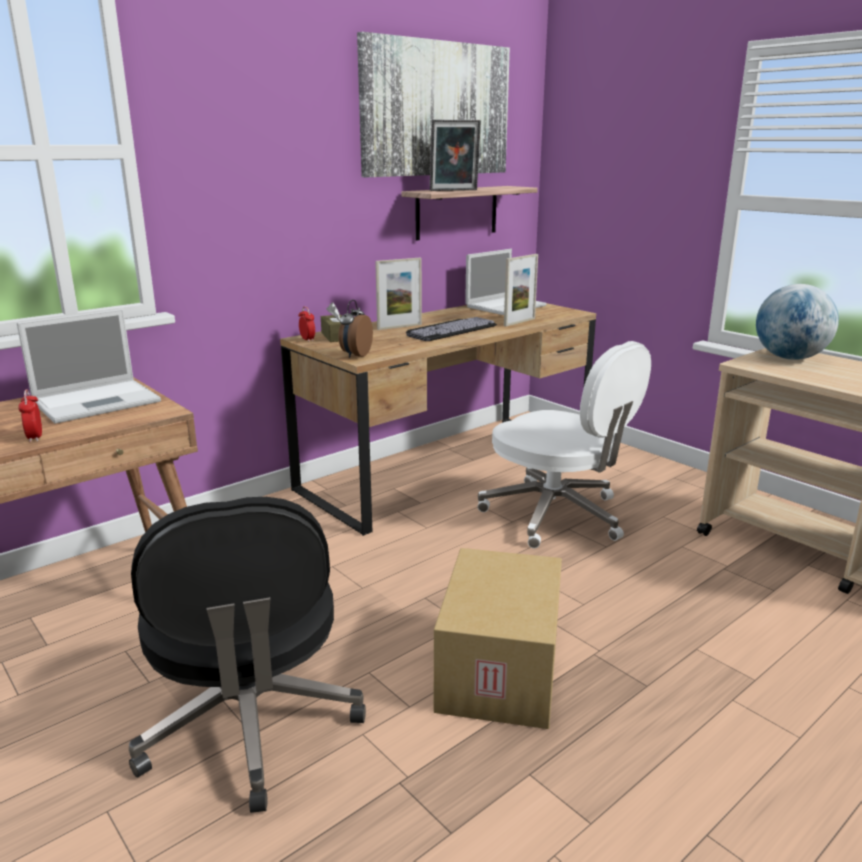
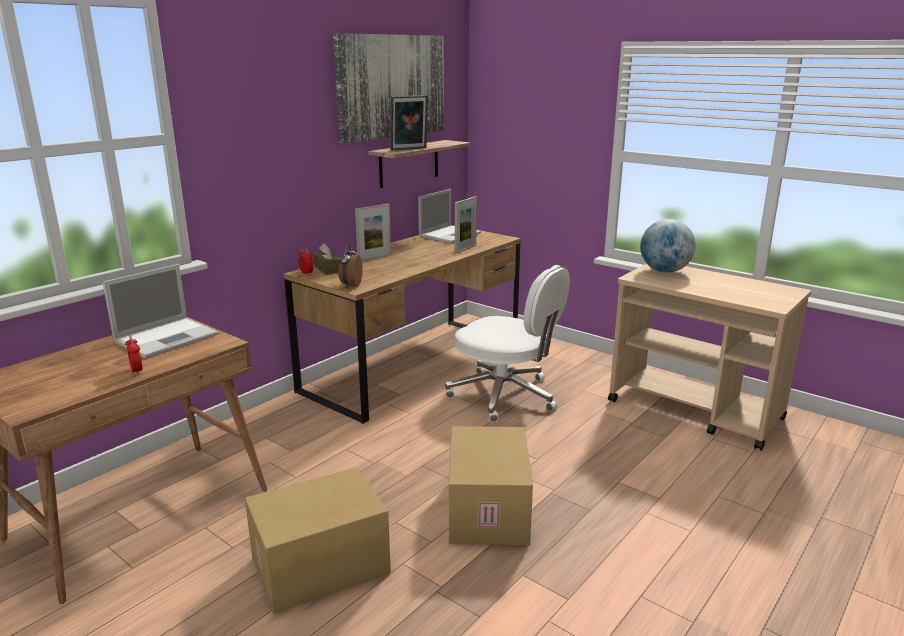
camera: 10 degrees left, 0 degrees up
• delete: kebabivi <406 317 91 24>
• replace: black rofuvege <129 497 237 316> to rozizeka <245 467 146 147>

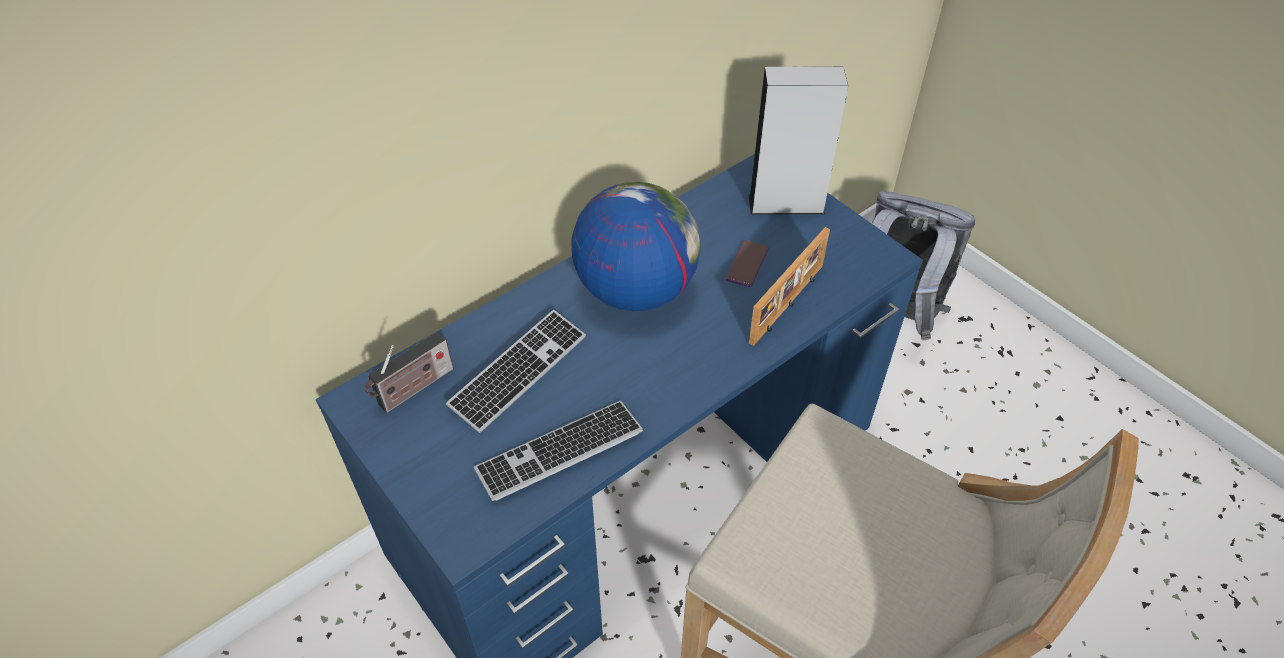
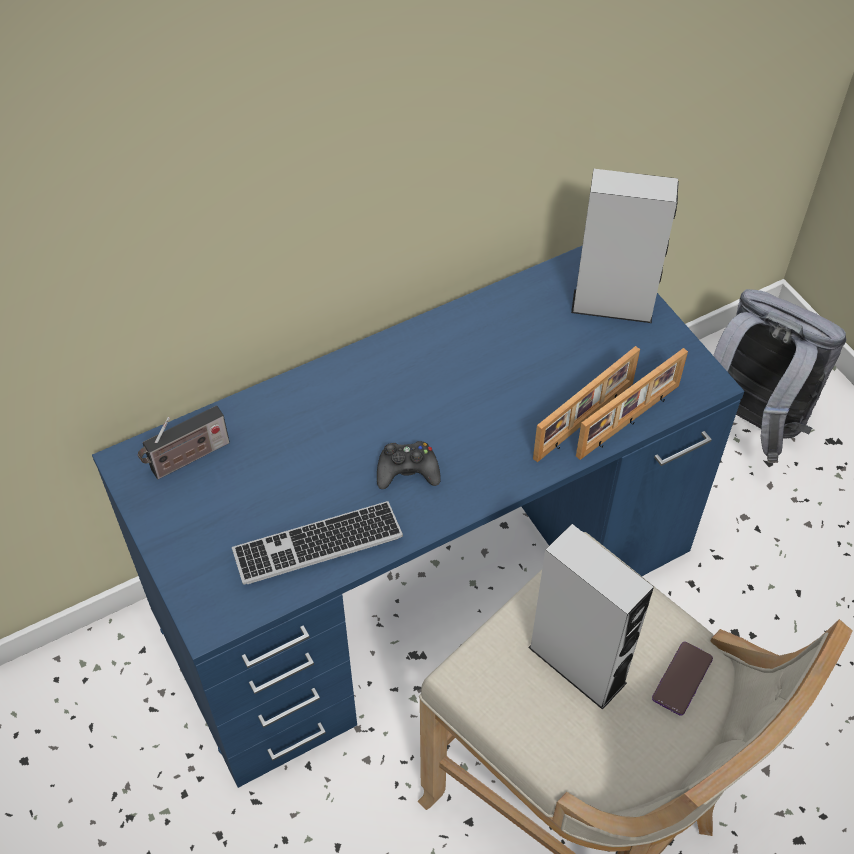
camera: 10 degrees right, 5 degrees up
• delete: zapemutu <572 182 129 129>
• move: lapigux <726 240 43 47> to <652 642 61 74>
• delete: kebabivi <446 310 140 123>
• insert: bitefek <576 348 112 112>
• insert: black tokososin <377 441 64 48>
• insert: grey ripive <528 524 126 186>

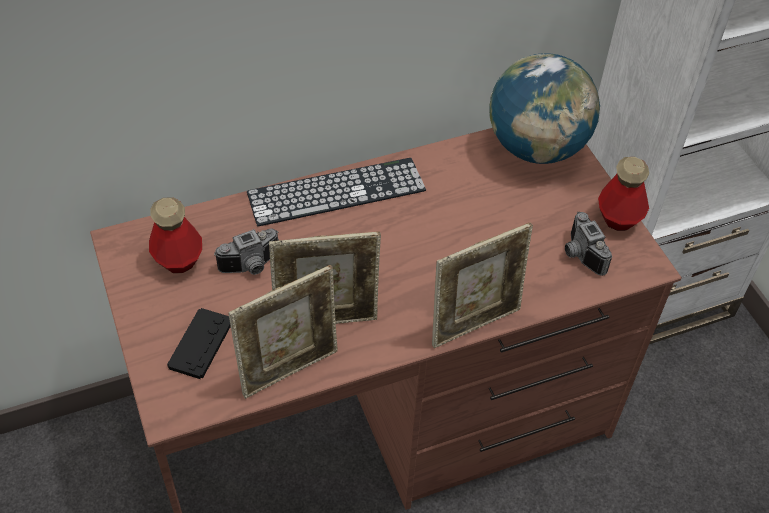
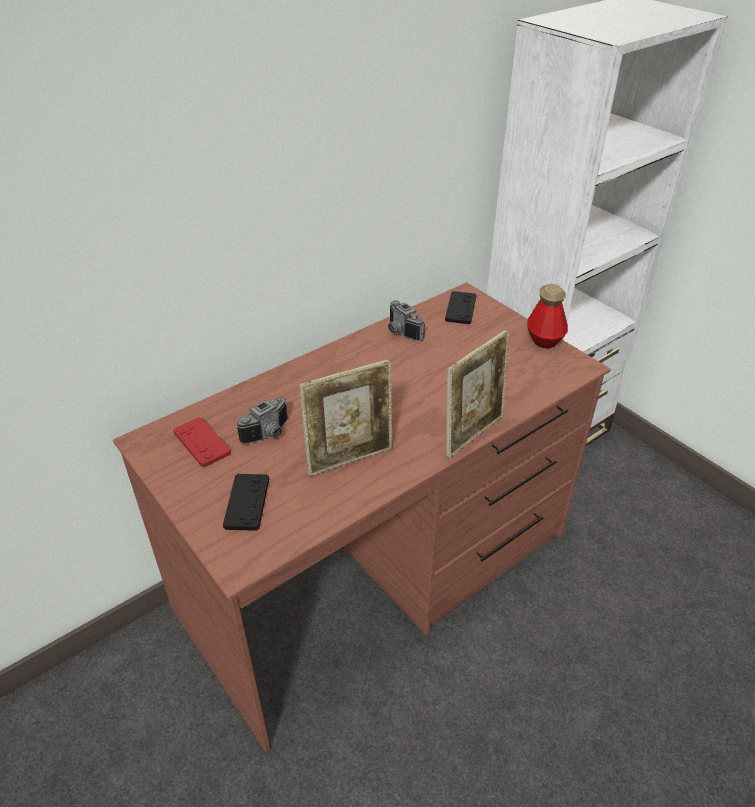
camera: 15 degrees left, 10 degrees down
• replace: zapemutu <489 53 111 111> to black tokososin <445 291 31 33>
• delete: kebabivi <247 158 179 69>
• replace: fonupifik <149 197 53 76> to red tokososin <173 417 58 50>
• move: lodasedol <565 212 47 64> to <388 300 37 41>
• delete: bitefek <228 265 110 134>

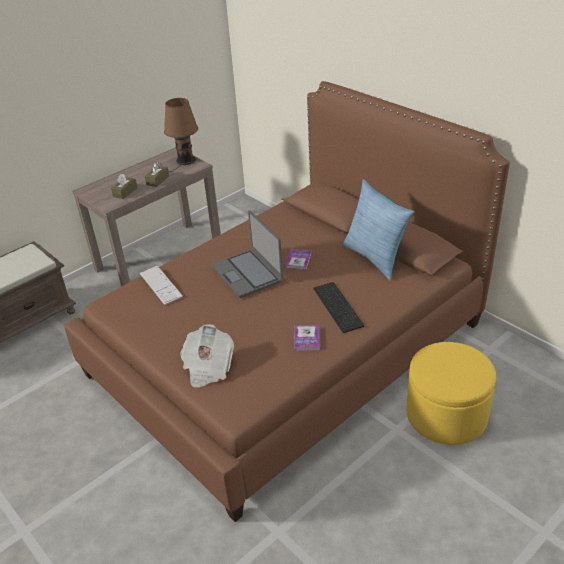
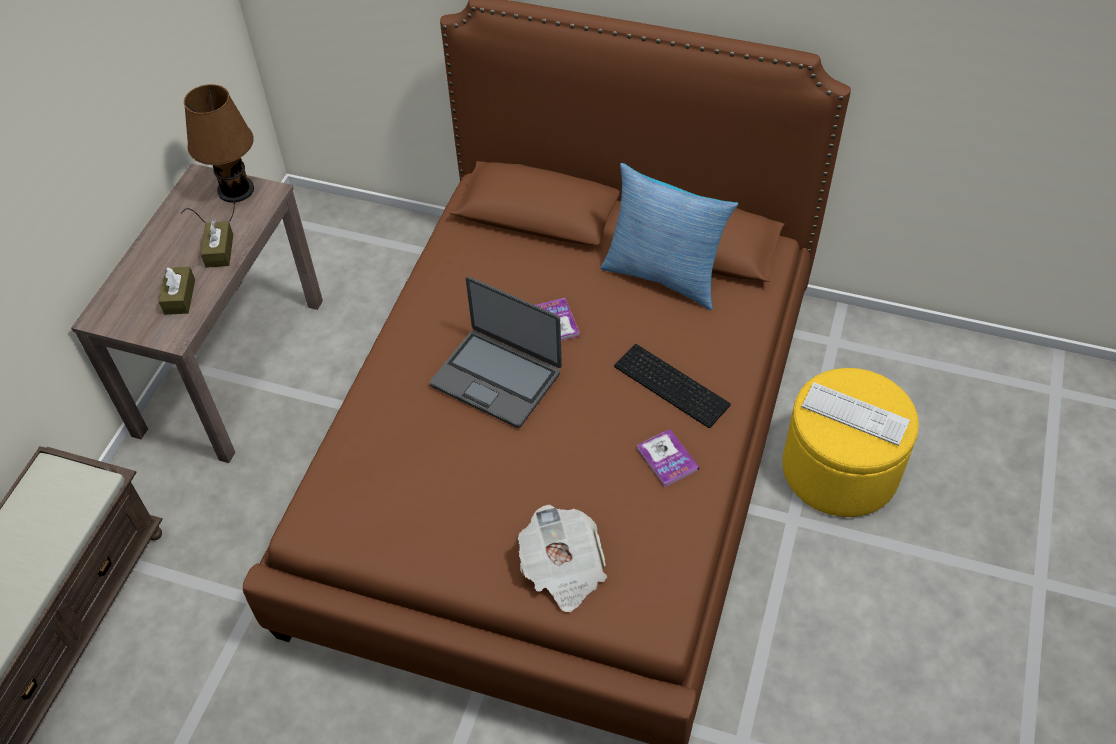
camera: 30 degrees left, 15 degrees up
• move: kebabivi <140 266 43 39> to <801 382 109 64>

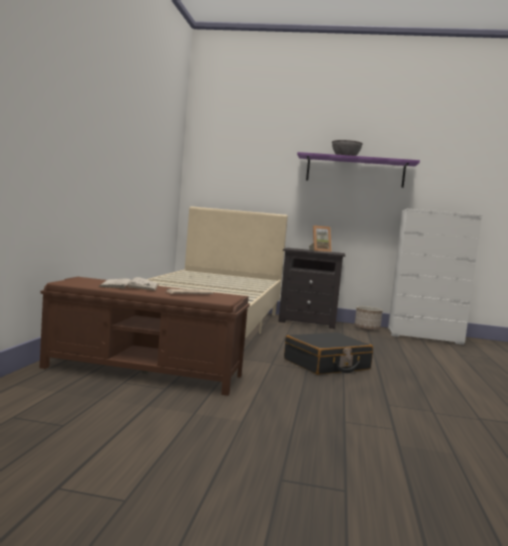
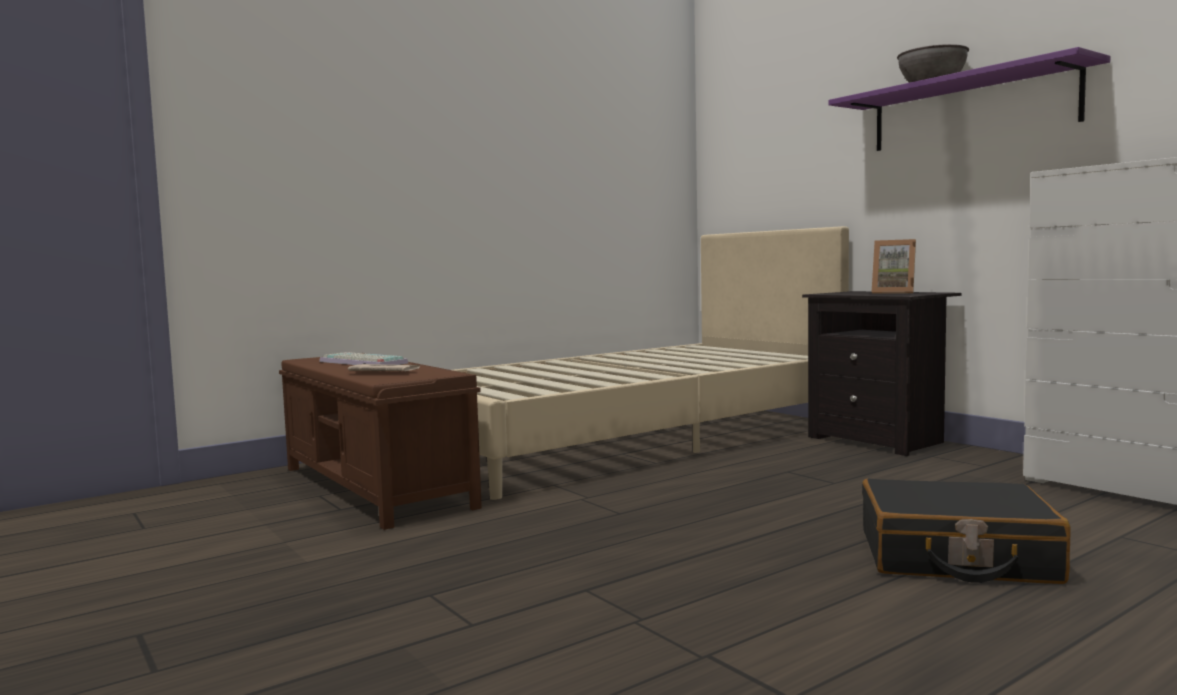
camera: 45 degrees right, 0 degrees up
• replace: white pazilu <98 277 61 14> to kebabivi <319 352 89 13>
• delete: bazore <355 306 28 25>
• move: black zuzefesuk <284 332 89 43> to <862 478 208 106>

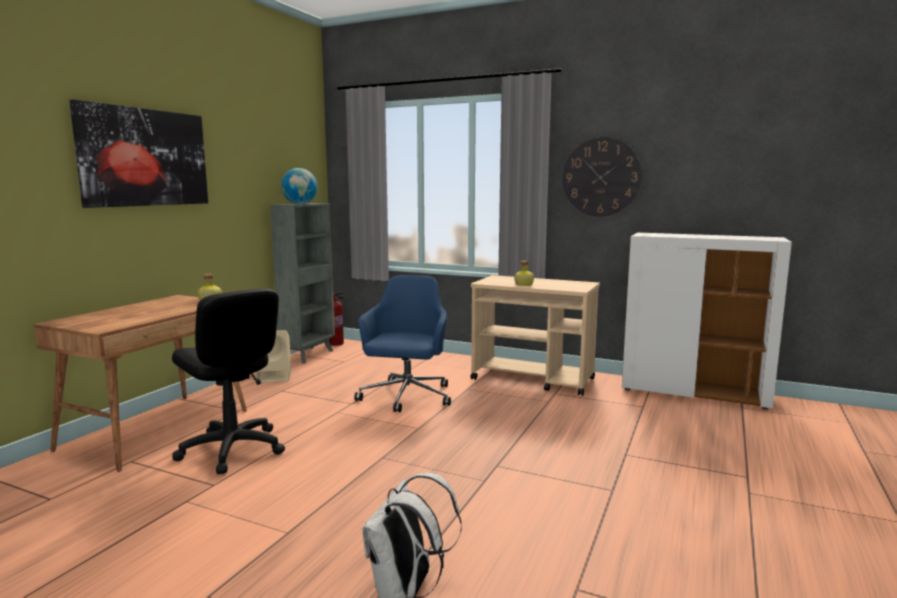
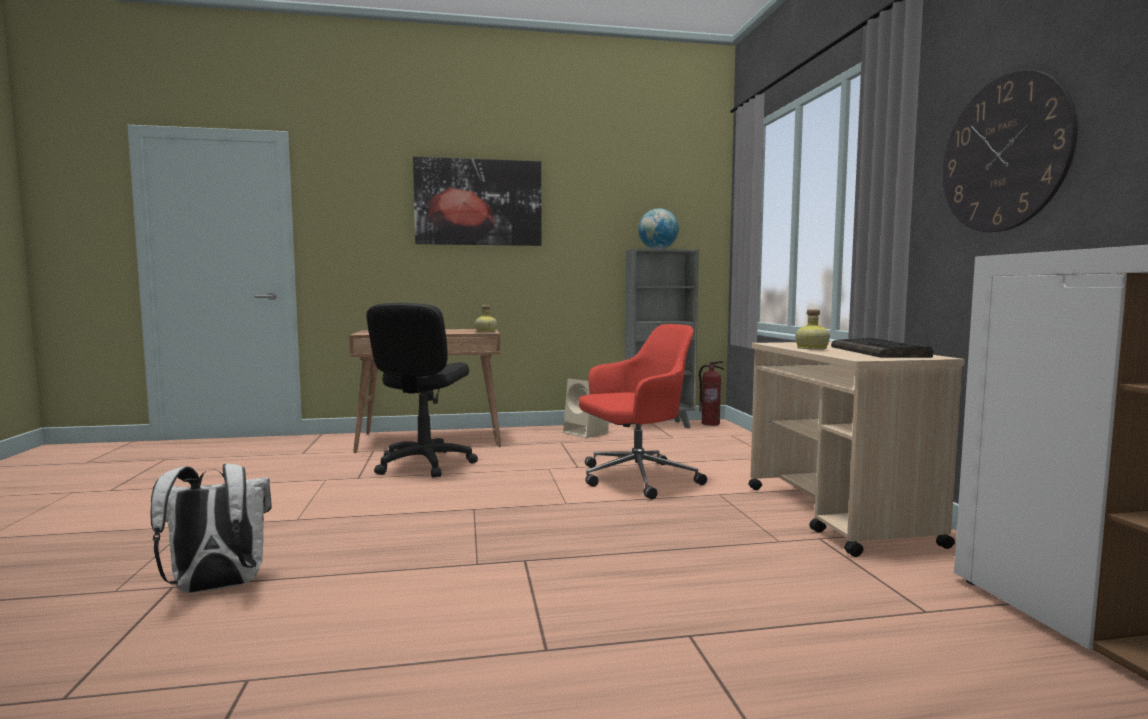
camera: 55 degrees right, 5 degrees down
• recolor: blue rofuvege <354 275 97 137> to red rofuvege <579 324 128 176>
• insert: kebabivi <831 338 102 20>

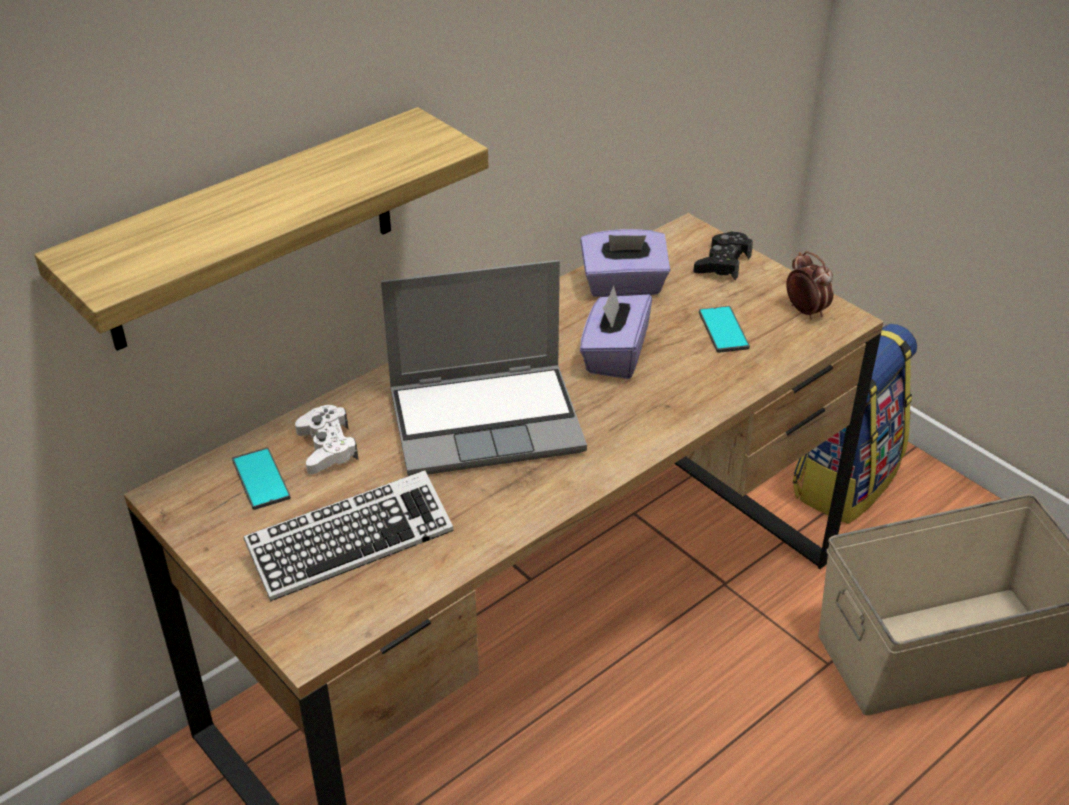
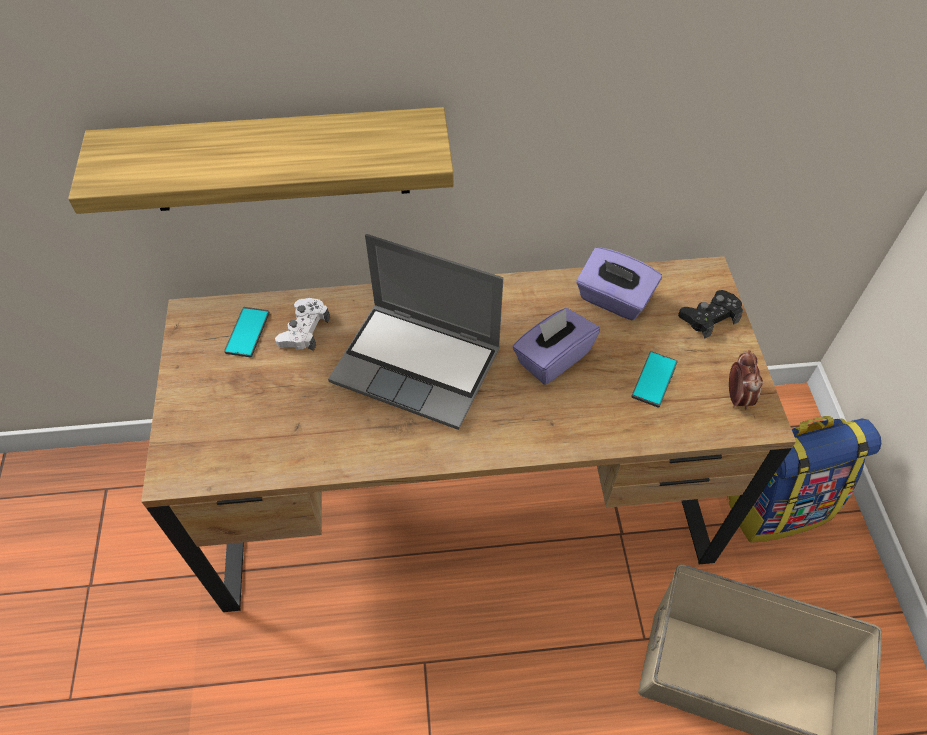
camera: 35 degrees right, 15 degrees up
• delete: kebabivi <244 470 209 132>

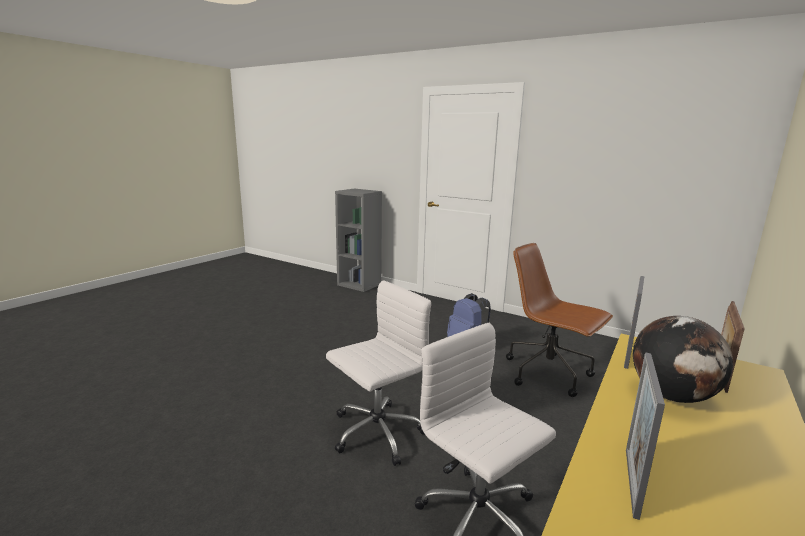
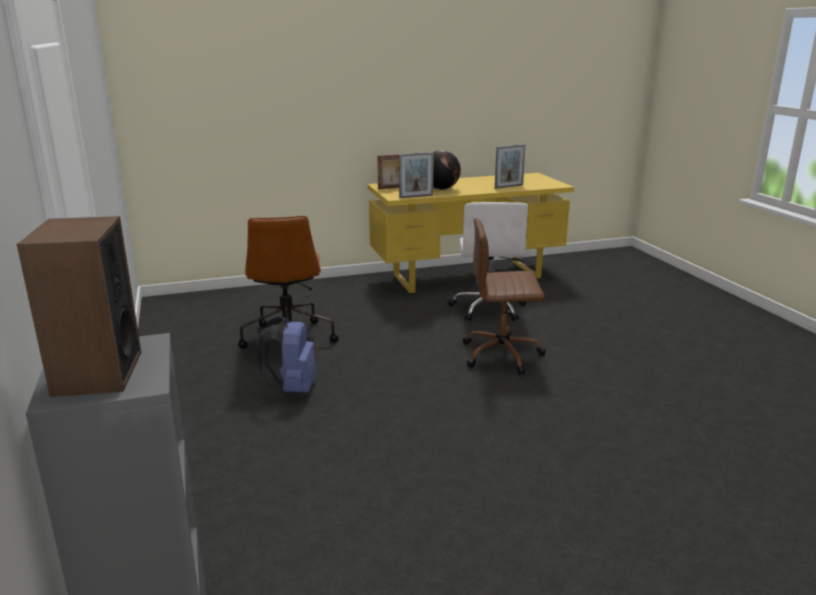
camera: 140 degrees left, 5 degrees up
• recolor: white rofuvege <326 281 105 185> to brown rofuvege <463 218 83 157>
• insert: ripive <17 216 124 181>

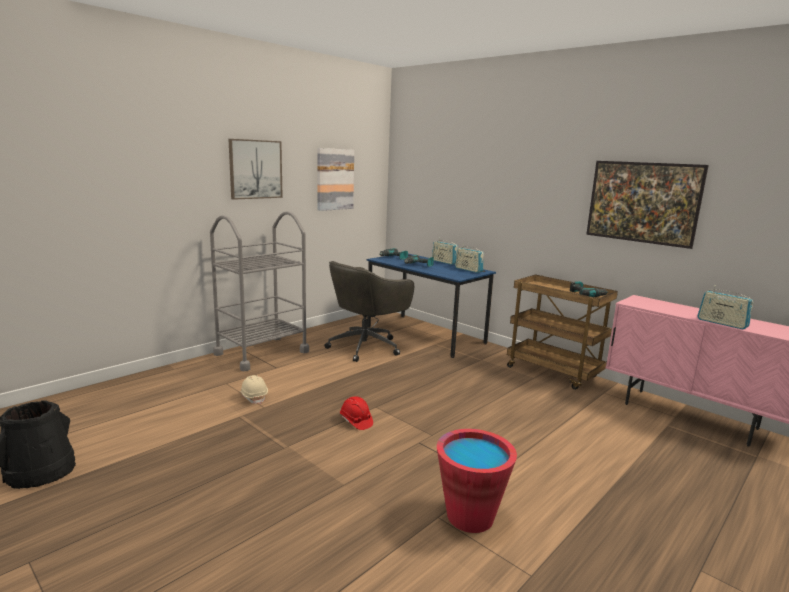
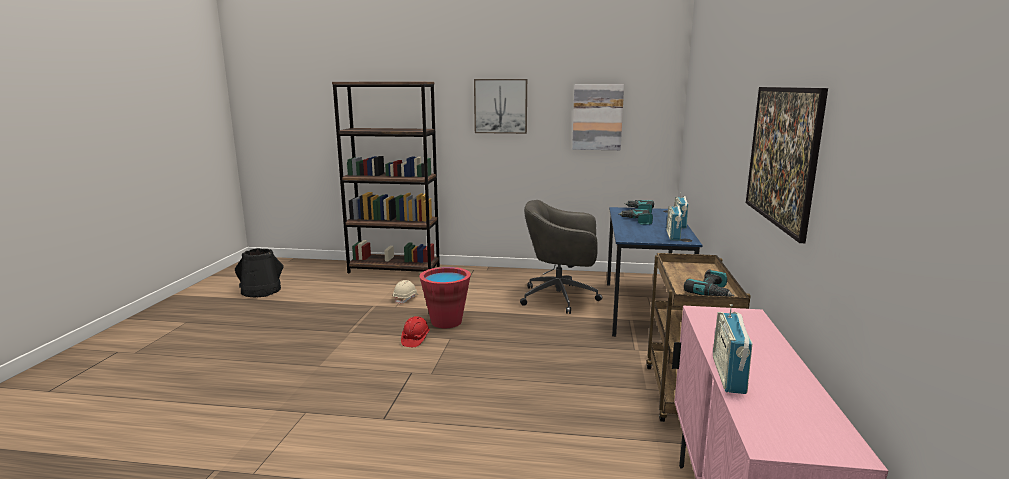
camera: 55 degrees right, 0 degrees up
• delete: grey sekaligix <210 211 99 160>
• move: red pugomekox <437 429 80 104> to <420 267 51 61>
• insert: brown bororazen <332 82 108 191>

